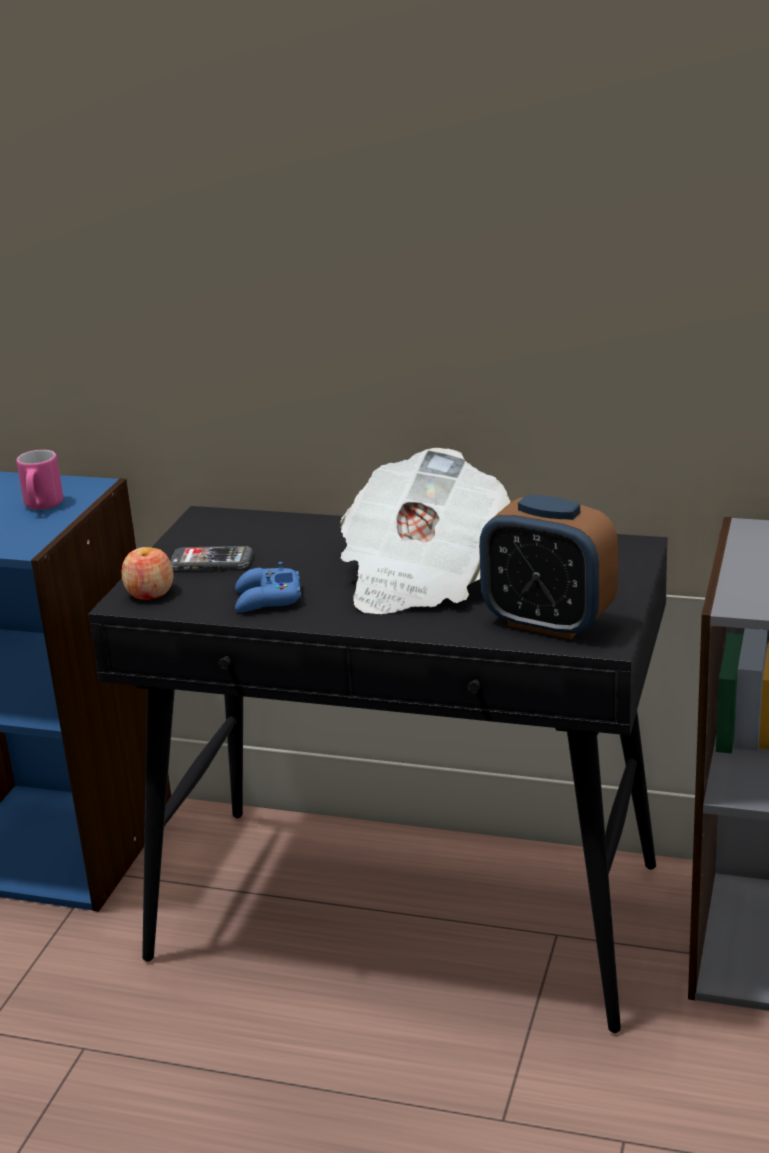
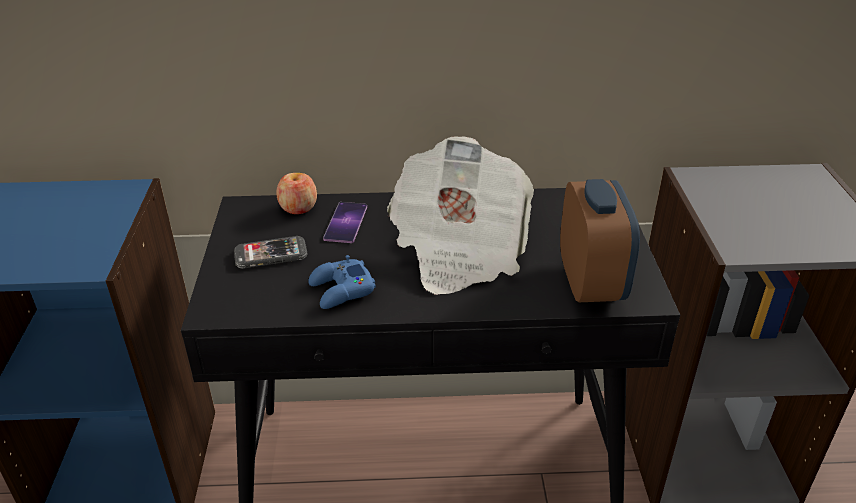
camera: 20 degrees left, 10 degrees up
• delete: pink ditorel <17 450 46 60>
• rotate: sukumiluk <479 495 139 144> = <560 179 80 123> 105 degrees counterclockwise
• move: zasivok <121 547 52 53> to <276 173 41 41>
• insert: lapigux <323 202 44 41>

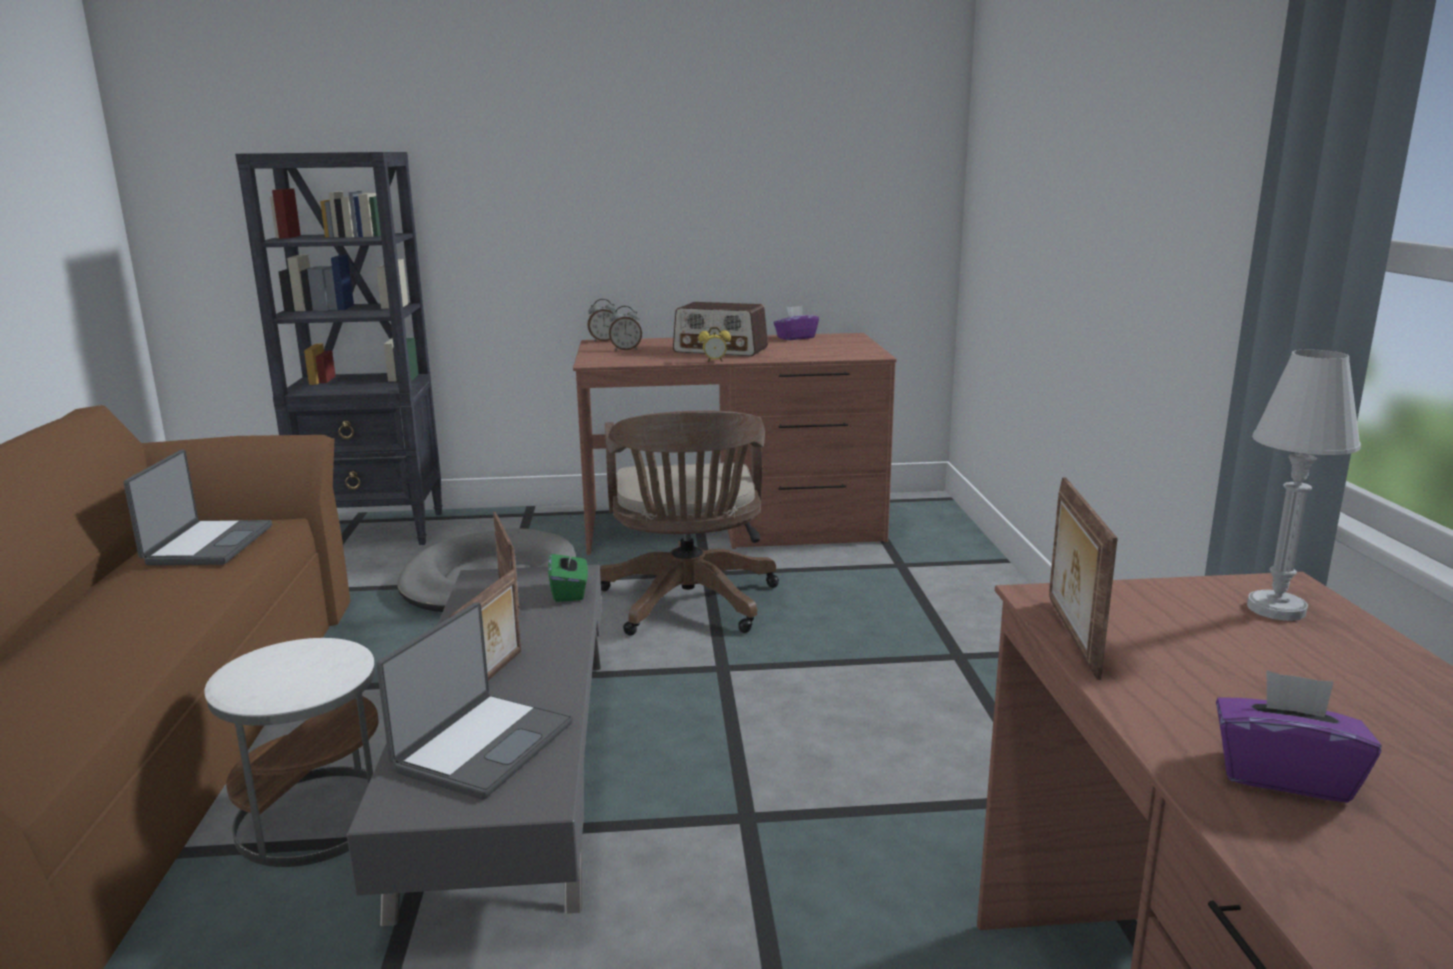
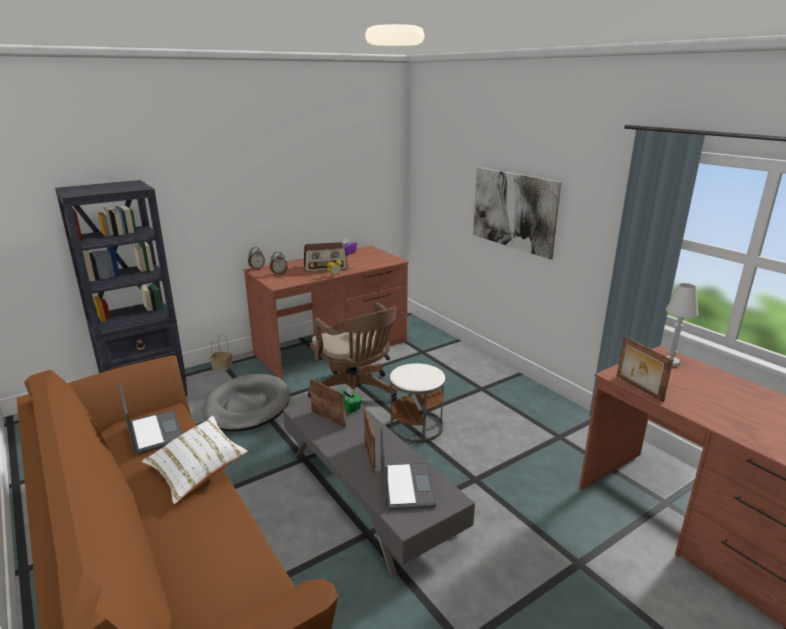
camera: 30 degrees left, 5 degrees up
• move: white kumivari <204 638 175 229> to <390 363 55 80>
• delete: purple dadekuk <1216 670 166 132>
• insert: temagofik <473 167 89 93>
• insert: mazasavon <210 334 22 36>
• insert: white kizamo <142 416 106 88>

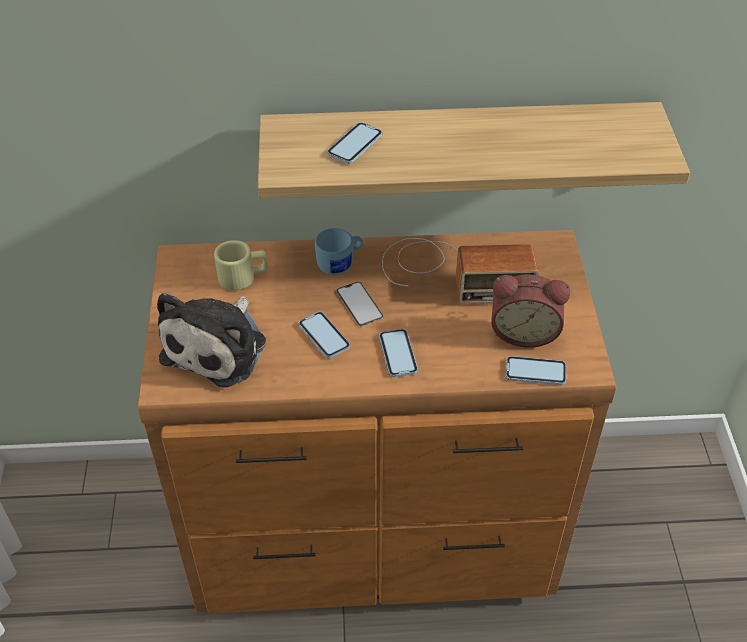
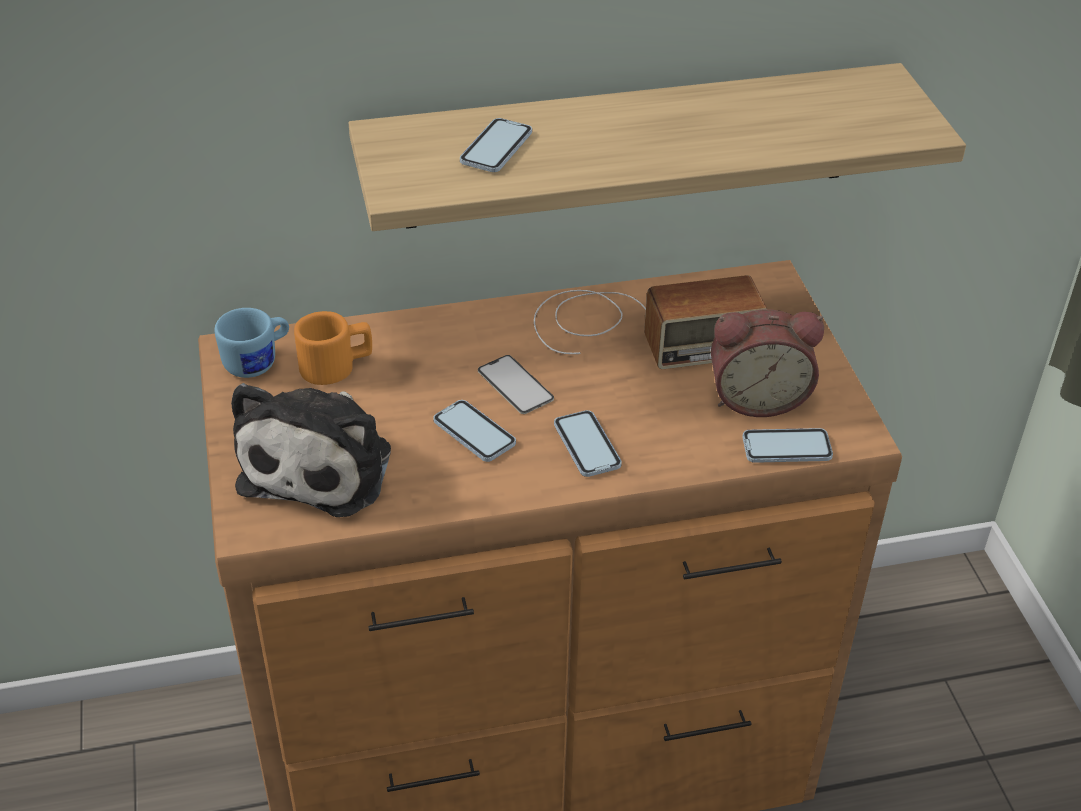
camera: 10 degrees left, 5 degrees down
• move: blue ditorel <315 228 48 47> to <215 308 74 70>
• recolor: beige ditorel <214 240 54 50> to orange ditorel <294 311 78 74>

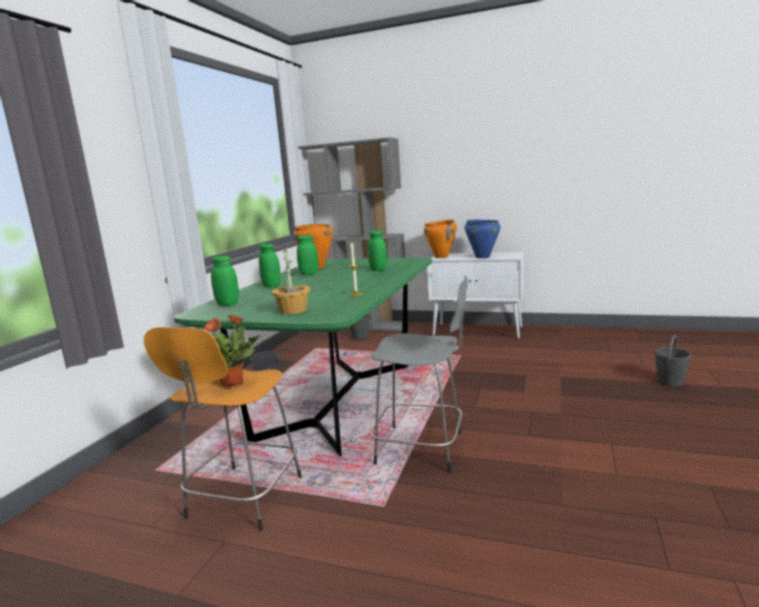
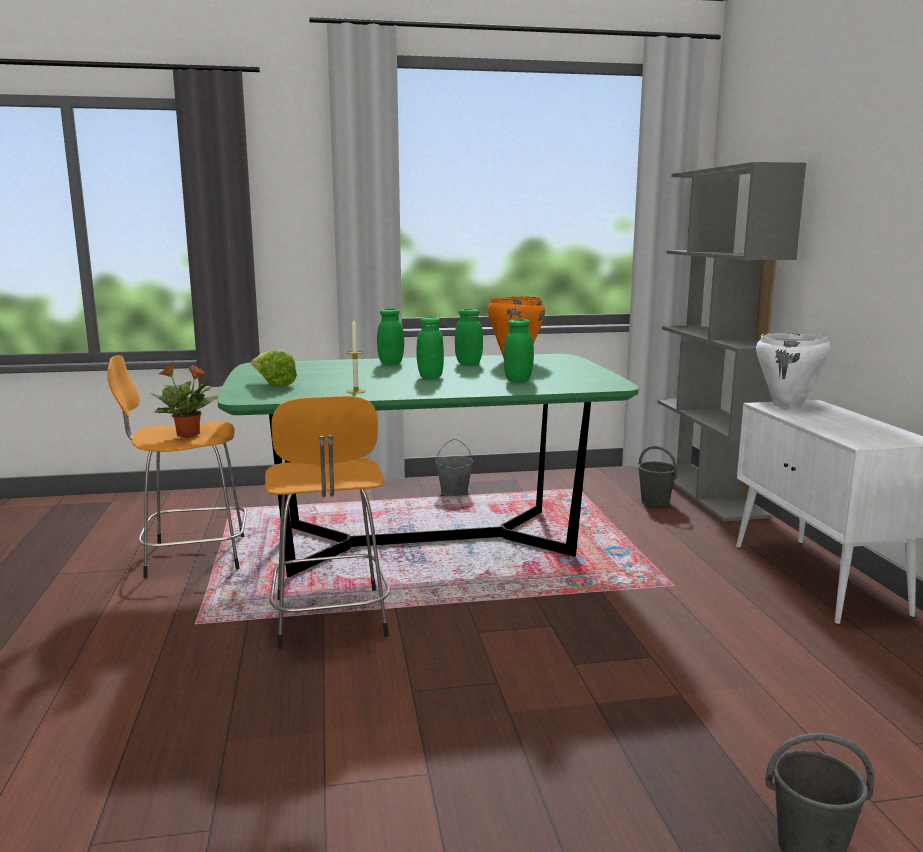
camera: 60 degrees right, 0 degrees up
• recolor: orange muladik <424 220 33 38> to white muladik <756 333 75 75>
• delete: blue muladik <465 220 35 38>
• replace: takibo <271 246 40 68> to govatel <251 349 46 38>
• move: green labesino <211 256 28 50> to <417 317 27 62>
• recolor: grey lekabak <371 276 97 197> to orange lekabak <265 396 125 253>

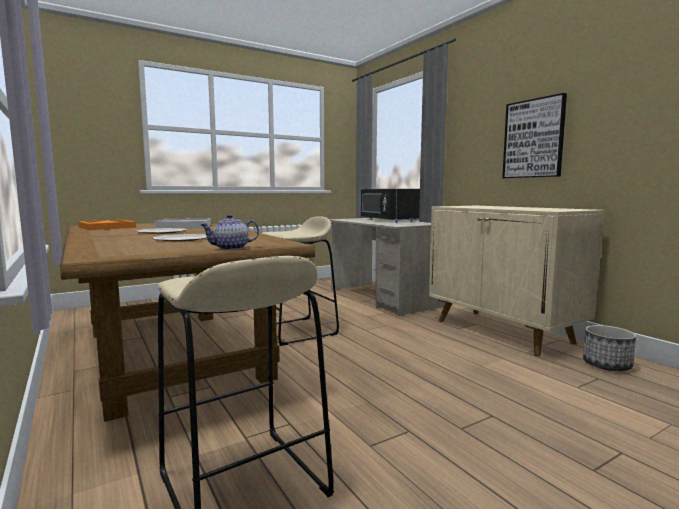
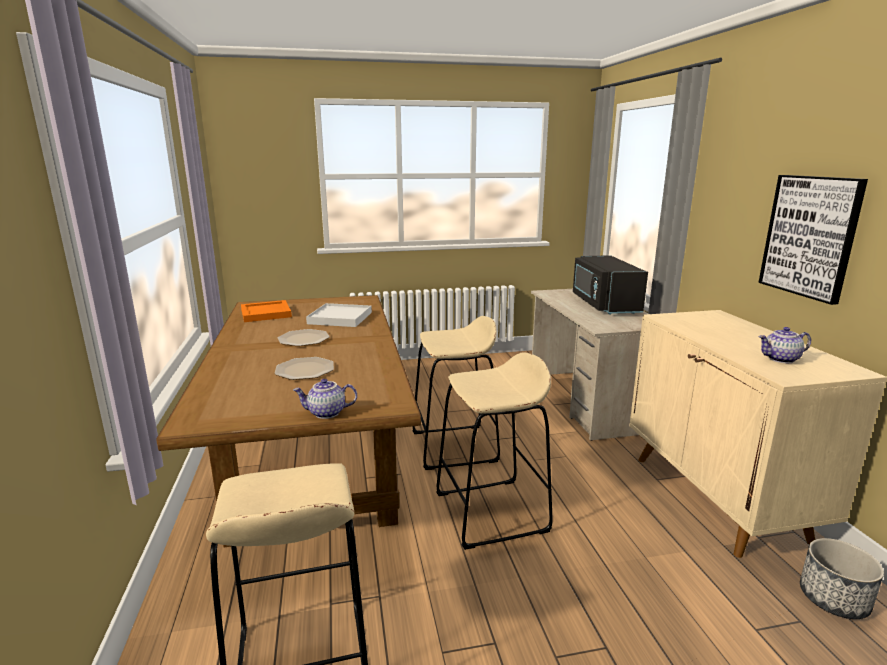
camera: 20 degrees right, 10 degrees up
• insert: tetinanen <759 327 52 36>
• insert: beige lekabak <436 352 117 198>

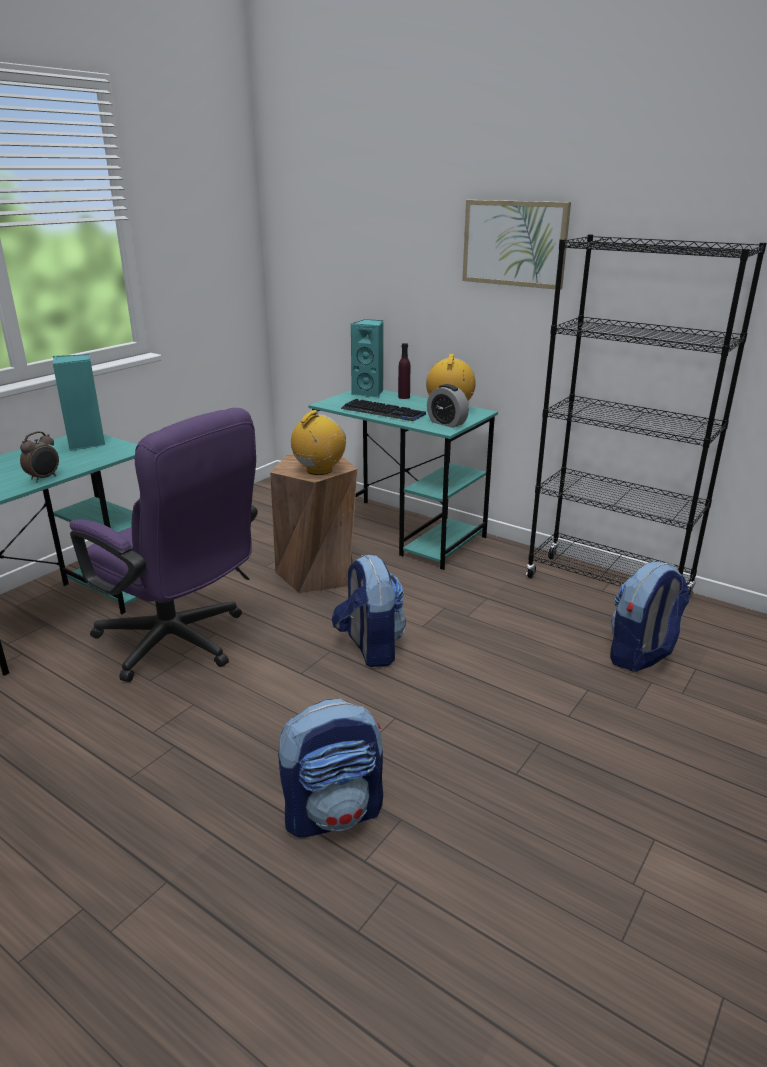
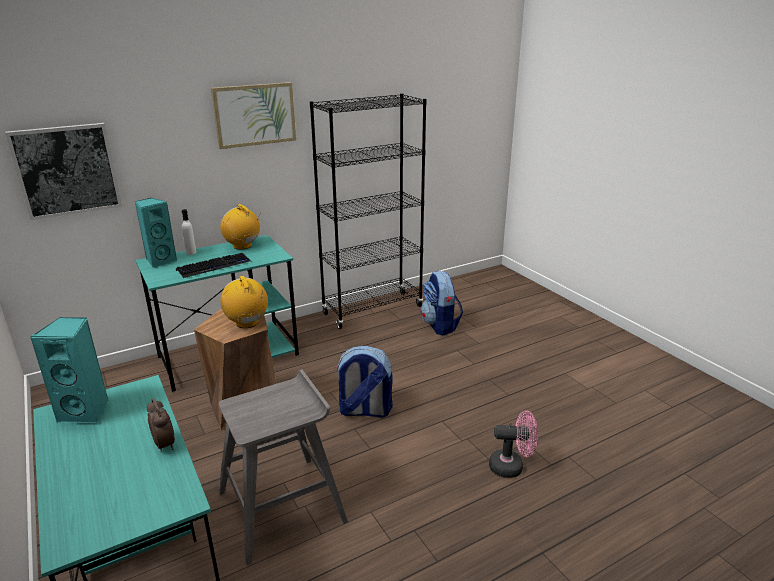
camera: 65 degrees left, 0 degrees up
• recolor: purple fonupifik <398 343 12 56> to white fonupifik <182 209 15 46>
• delete: sukumiluk <427 384 42 44>
• replace: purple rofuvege <70 408 188 274> to grey lekabak <219 370 129 195>
• replace: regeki <278 698 105 140> to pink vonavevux <489 411 49 67>
• insert: temagofik <5 123 117 97>

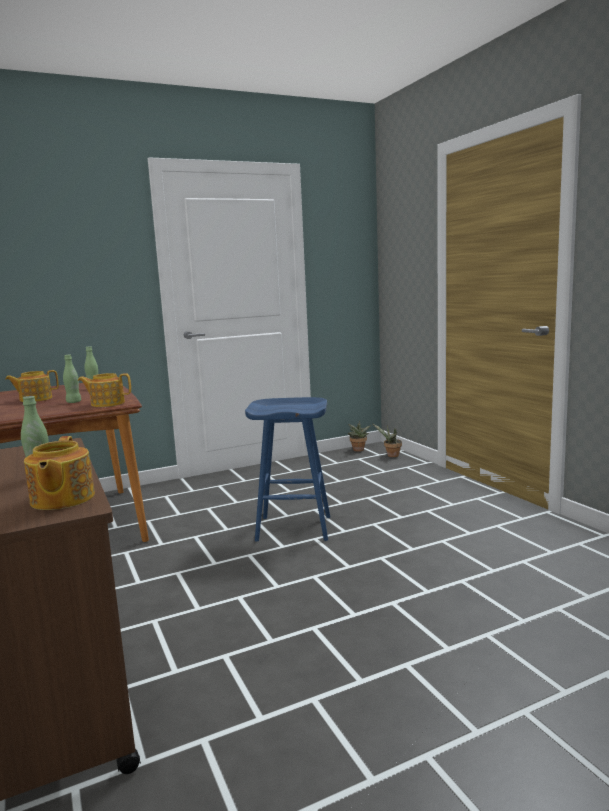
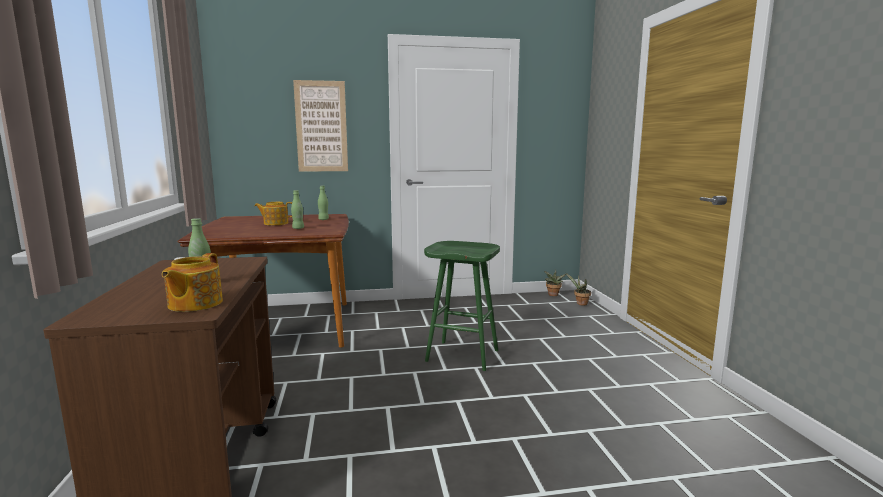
camera: 15 degrees right, 0 degrees up
• delete: tetinanen <78 373 53 34>
• recolor: blue lekabak <245 397 85 145> to green lekabak <424 241 76 130>
• insert: temagofik <293 80 55 92>

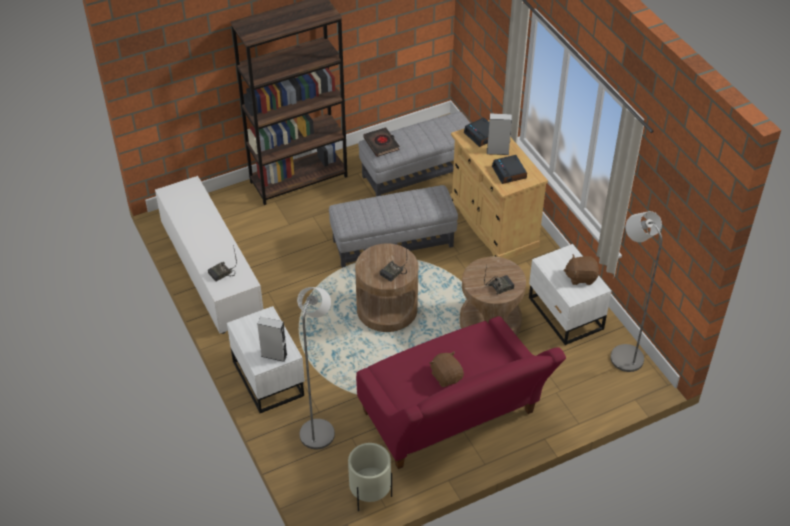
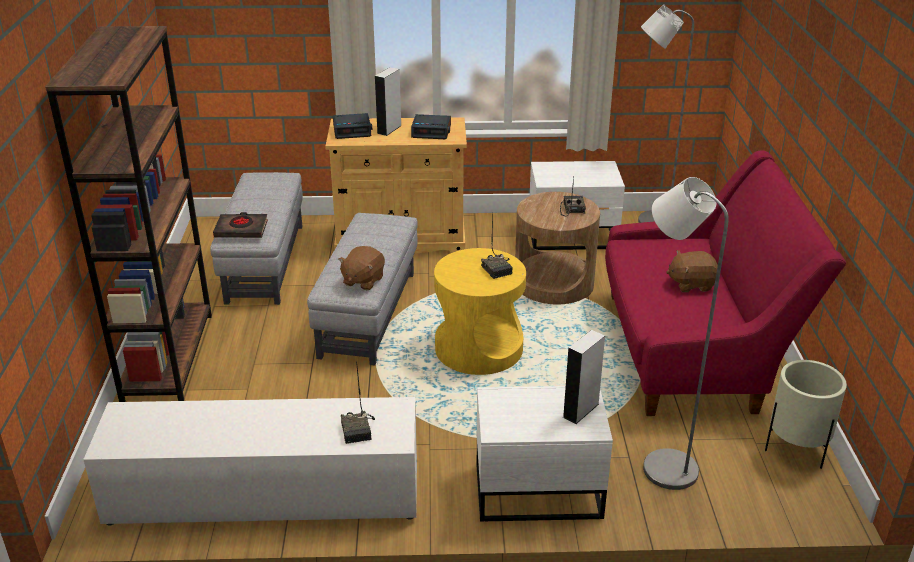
camera: 65 degrees left, 15 degrees down
• recolor: brown kumivari <355 243 63 89> to yellow kumivari <434 248 92 127>
• move: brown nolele <563 255 36 30> to <338 246 47 44>

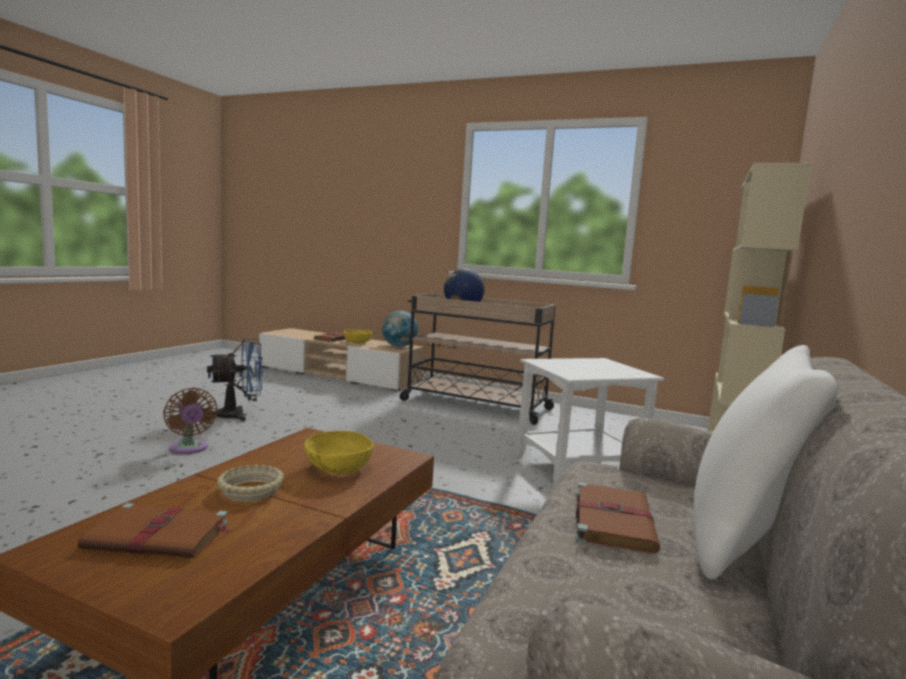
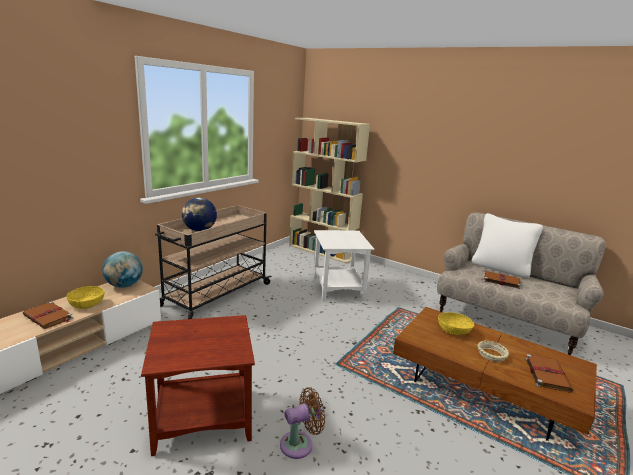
camera: 80 degrees left, 10 degrees up
• replace: blue vonavevux <207 338 56 84> to brown kumivari <141 315 114 141>

